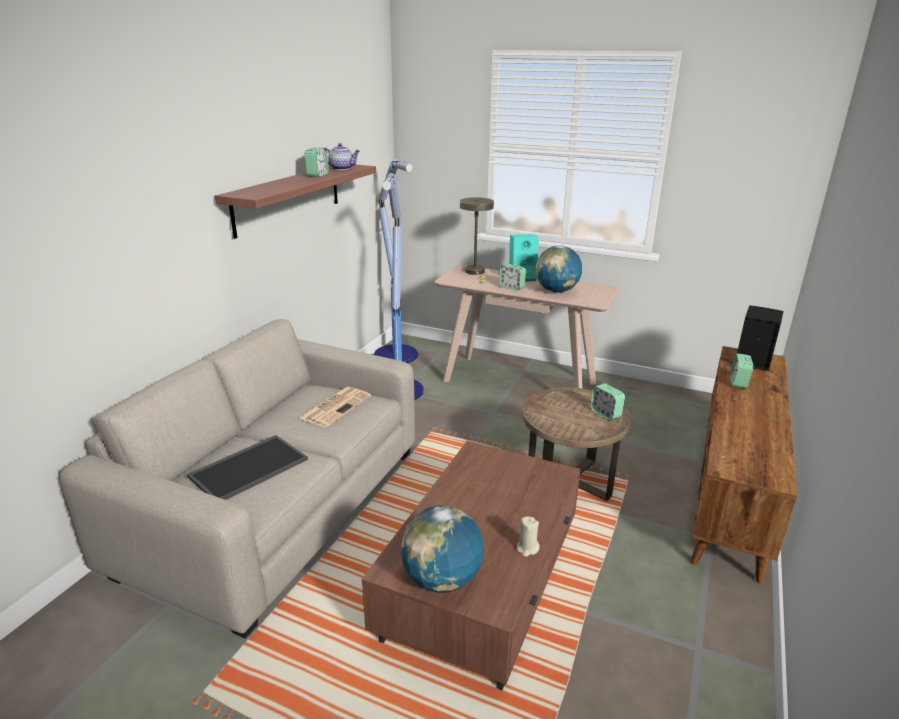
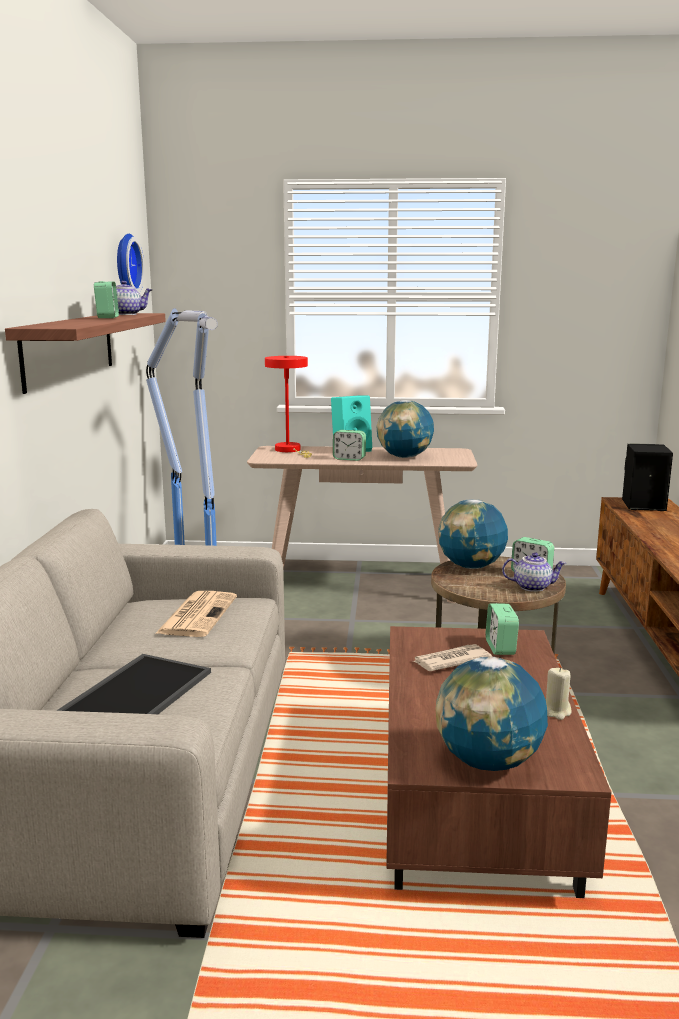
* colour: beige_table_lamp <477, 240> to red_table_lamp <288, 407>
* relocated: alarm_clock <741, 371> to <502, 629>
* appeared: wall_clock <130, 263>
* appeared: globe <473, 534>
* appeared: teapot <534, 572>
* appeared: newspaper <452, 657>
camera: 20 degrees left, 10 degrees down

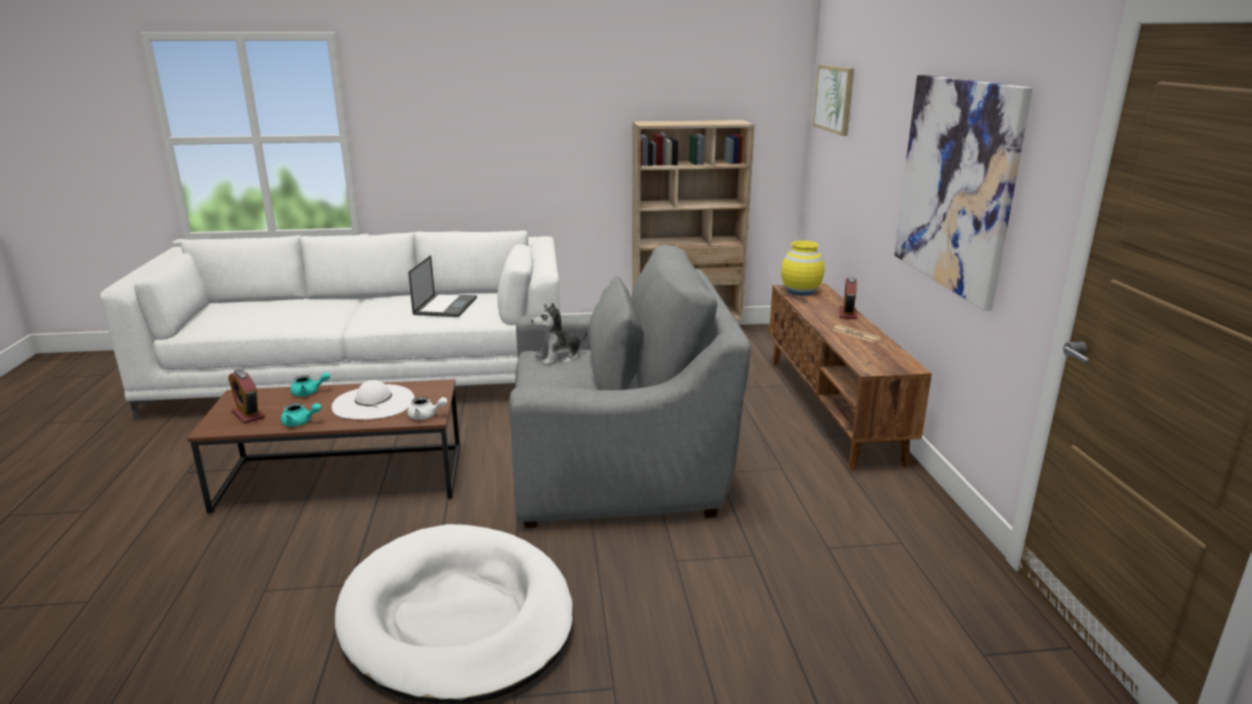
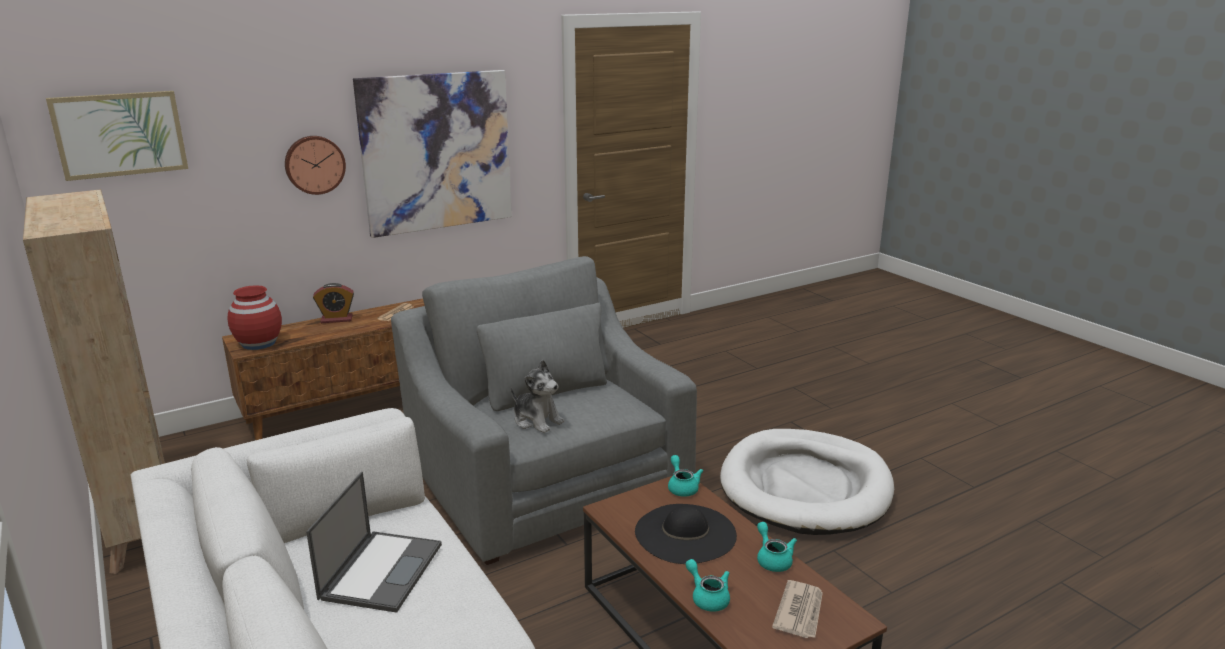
* colour: yellow_vase <803, 268> to red_vase <254, 317>
* spun: laptop <442, 286> = <374, 542> 120 degrees clockwise
* exchanged: alarm_clock <246, 397> to newspaper <797, 609>
* colour: white_hat <373, 399> to black_hat <686, 534>
* colour: white_teapot <428, 408> to turquoise_teapot <685, 476>
* appeared: wall_clock <315, 165>
camera: 115 degrees left, 0 degrees up

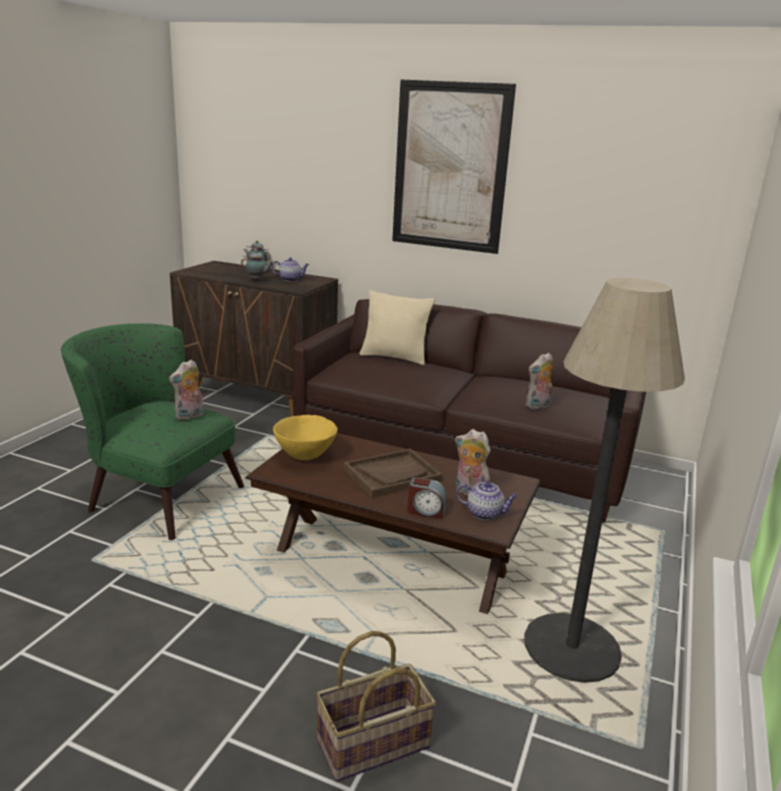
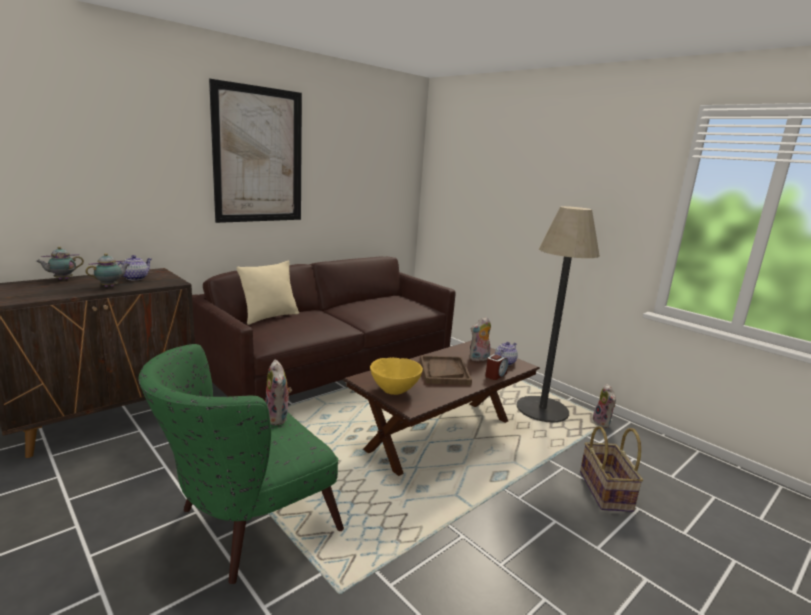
* relocated: plush_toy <539, 381> to <604, 406>
camera: 65 degrees left, 5 degrees down

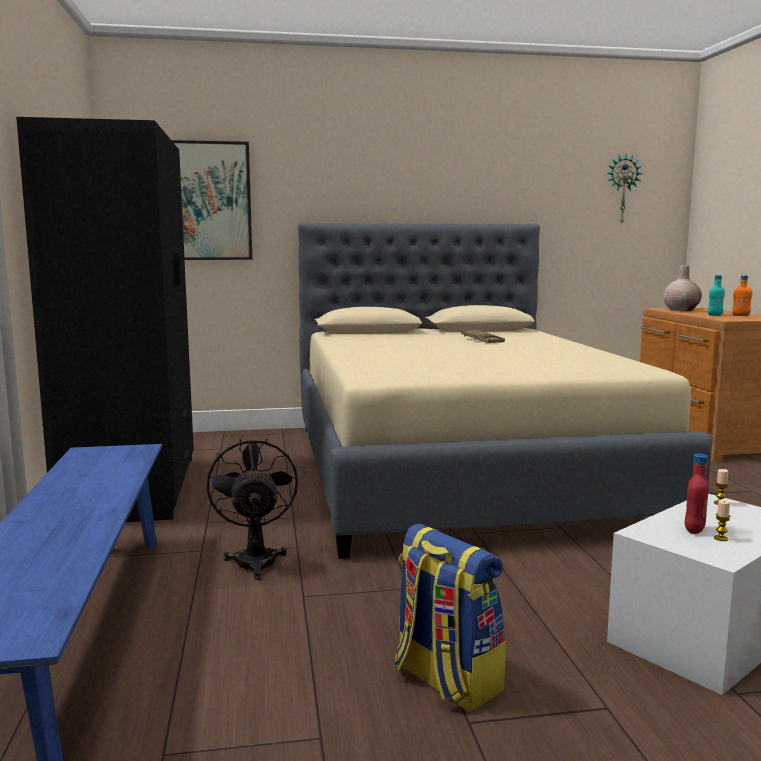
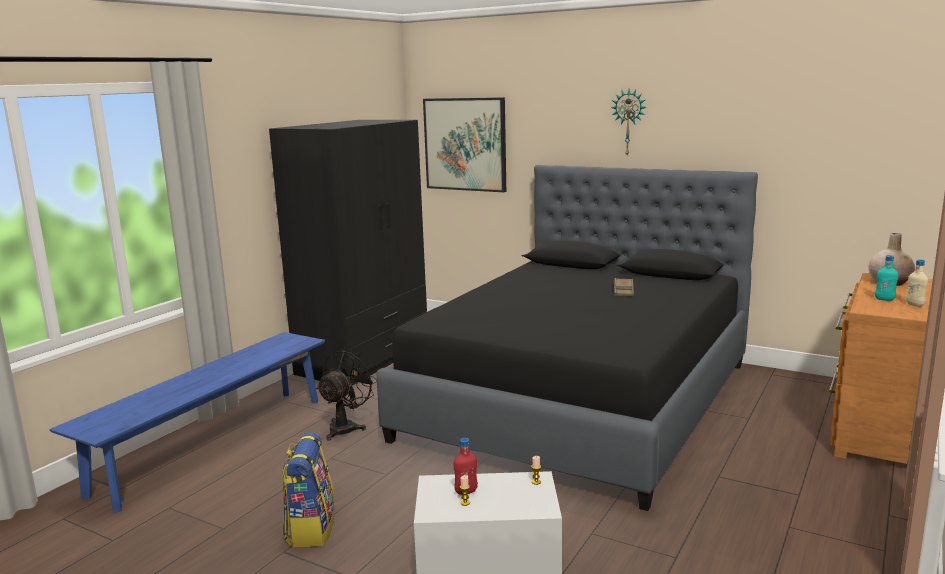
* relocated: wall_clock <624, 188> to <629, 122>
* colour: beige_bed <505, 391> to black_bed <567, 338>
* colour: orange_bottle <742, 295> to beige_bottle <917, 283>
camera: 40 degrees right, 5 degrees up

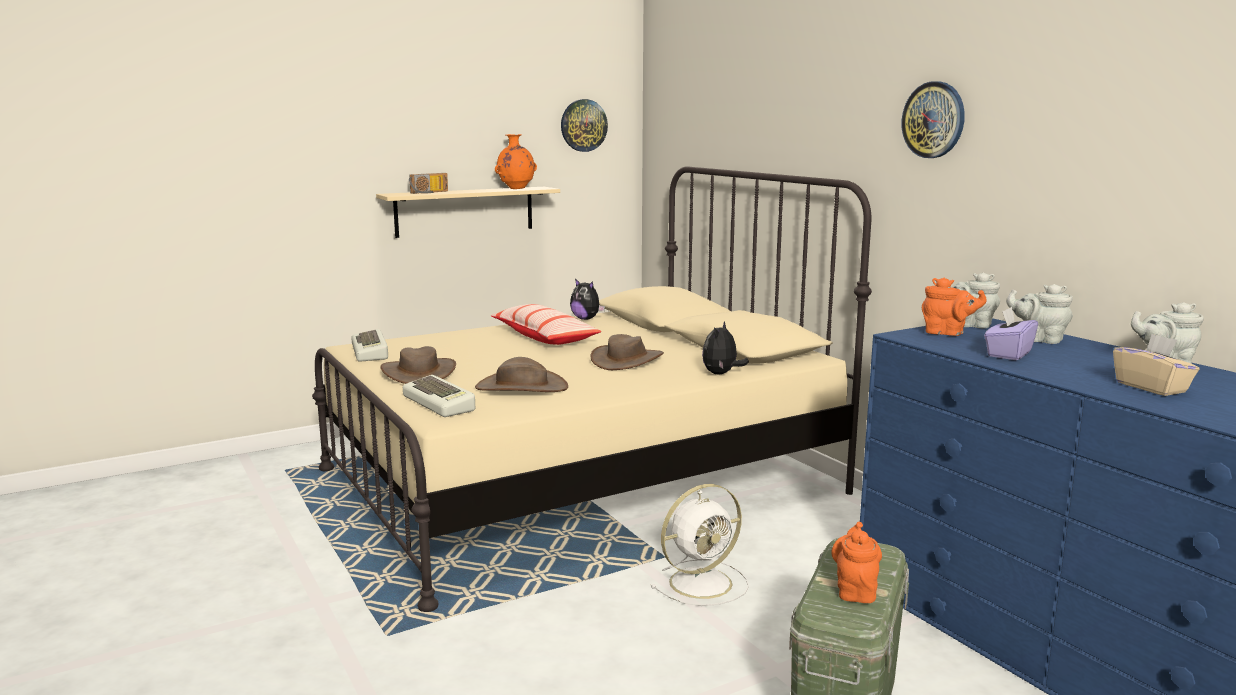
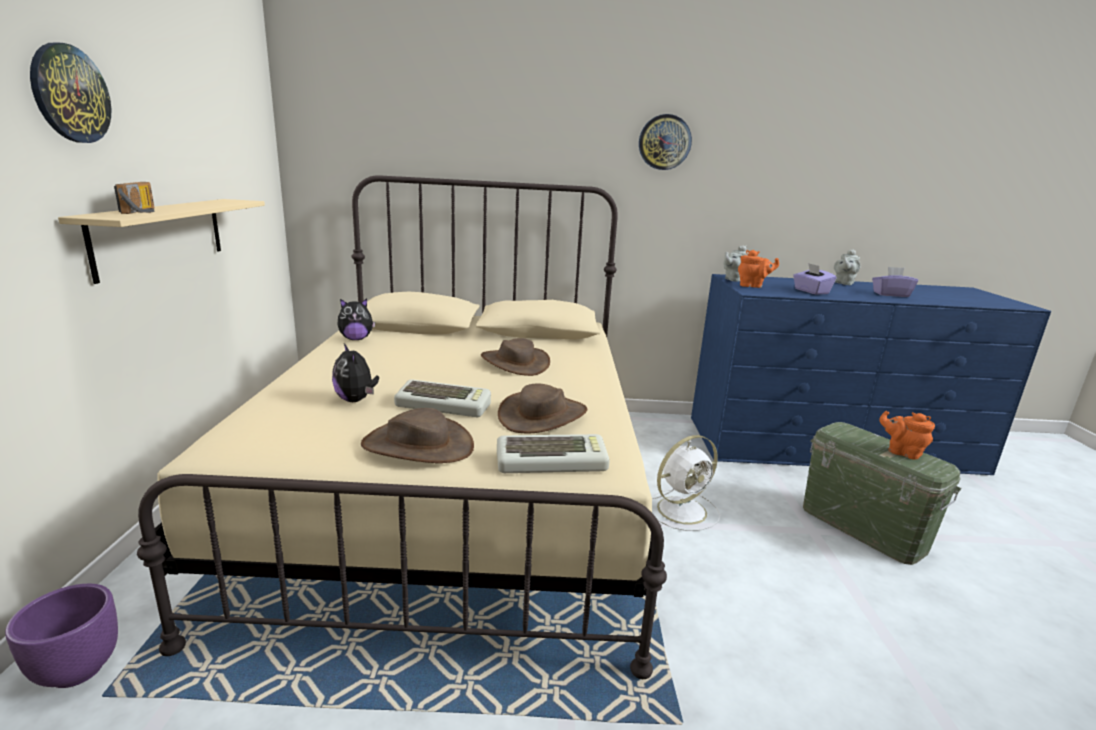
* relocated: wall_clock <584, 125> to <70, 92>
* missing: orange_vase <516, 161>
* spun: orange_teapot <954, 307> = <758, 269> 45 degrees clockwise
* missing: grey_teapot <1039, 314>
* missing: pillow <546, 324>
* relocated: plush_toy <725, 347> to <355, 372>
* relocated: keyboard <369, 345> to <442, 398>
* colour: beige_tissue_box <1156, 365> to purple_tissue_box <895, 282>
* spun: white_fan <700, 545> = <686, 483> 60 degrees clockwise
* appeared: purple_planter <61, 636>
camera: 60 degrees left, 5 degrees up

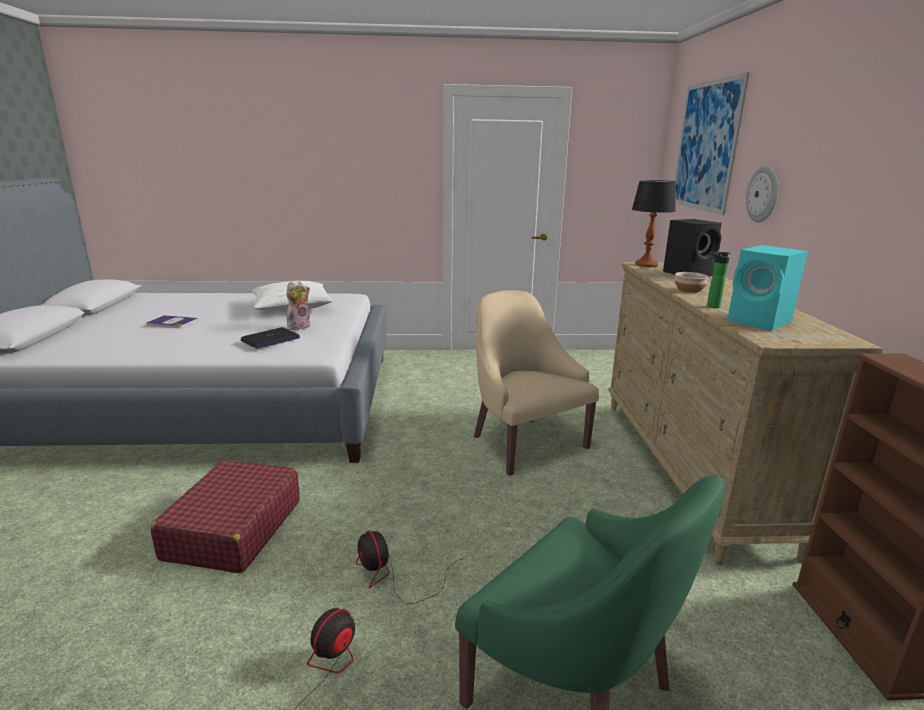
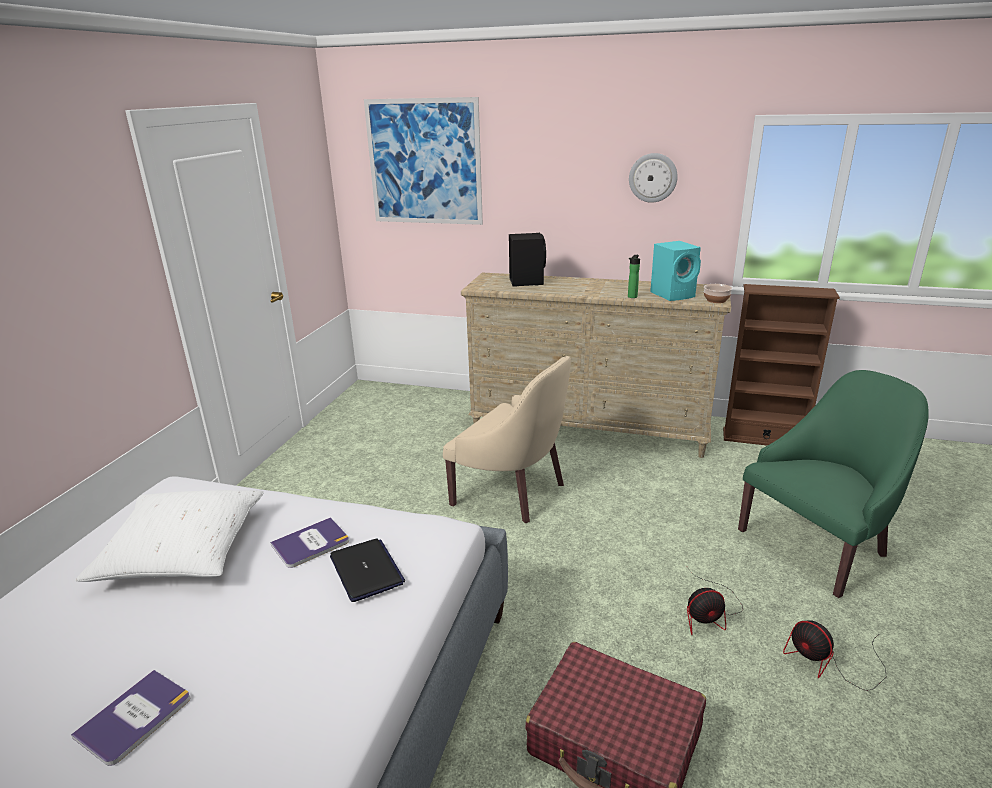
* relocated: wall_clock <762, 194> to <653, 178>
* missing: table_lamp <654, 223>
* relocated: bowl <692, 282> to <718, 293>
* exchanged: plush_toy <298, 305> to book <309, 542>
* spun: beige_armchair <536, 383> = <507, 439> 135 degrees counterclockwise
camera: 70 degrees left, 5 degrees up

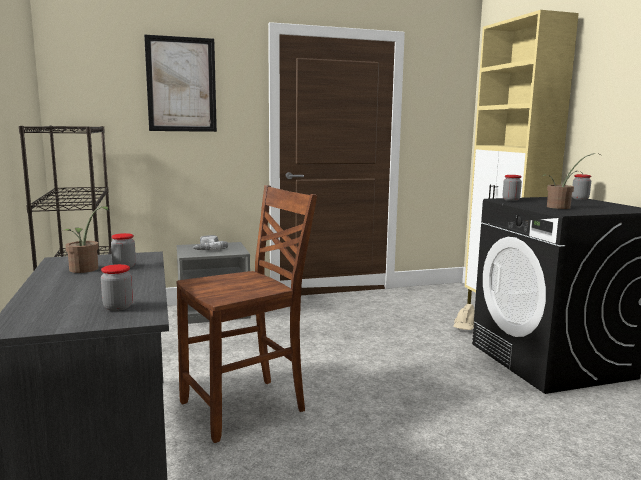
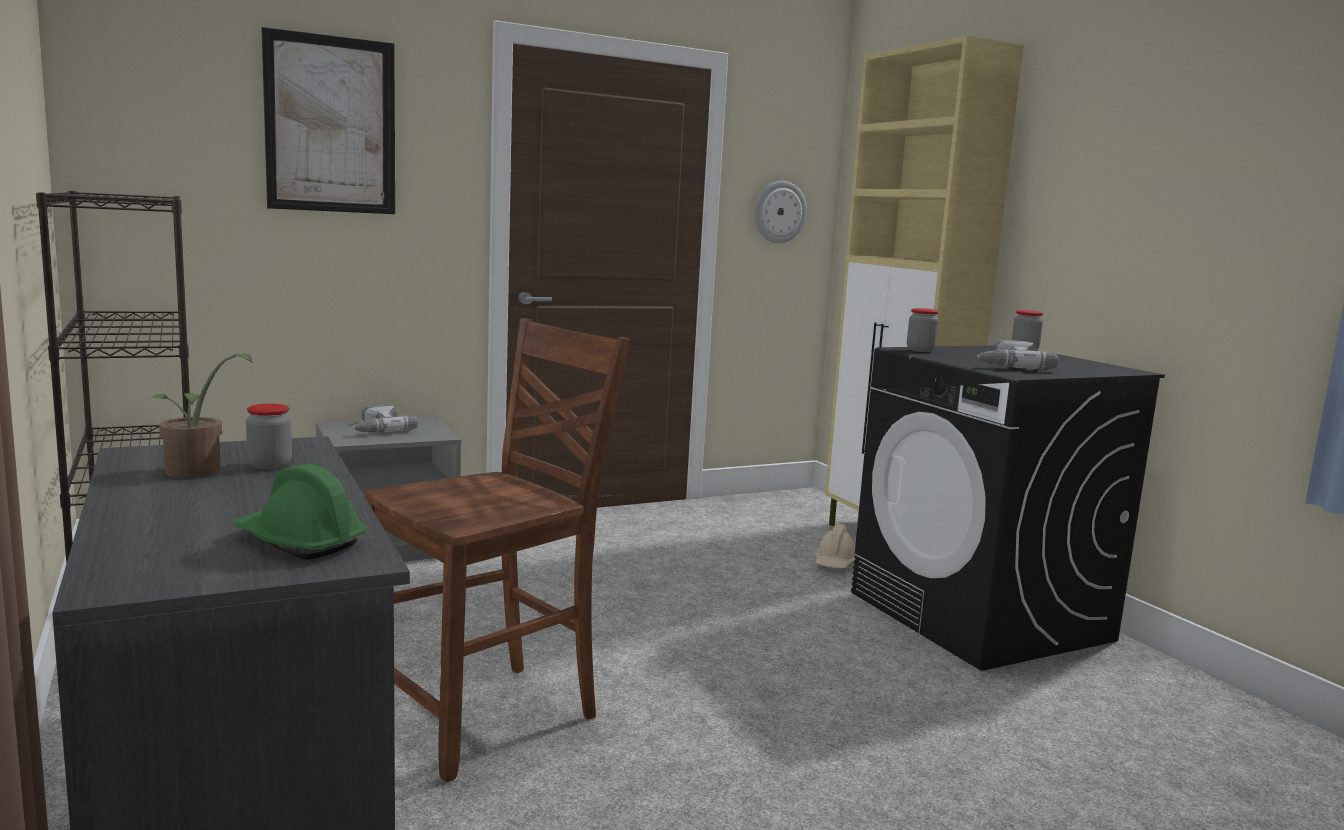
* exchanged: potted_plant <572, 181> to power_drill <1018, 354>
* exchanged: jar <117, 287> to green_hard_hat <300, 512>
* appeared: wall_clock <781, 212>
camera: 10 degrees left, 0 degrees up

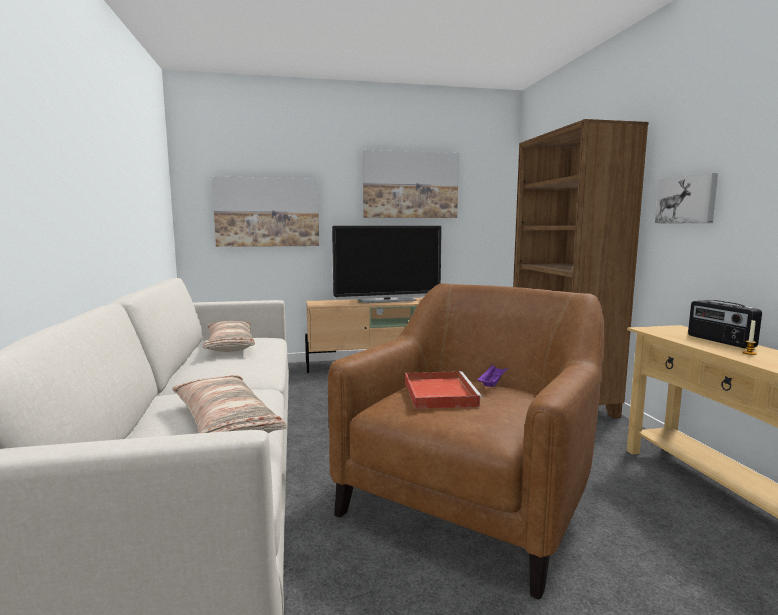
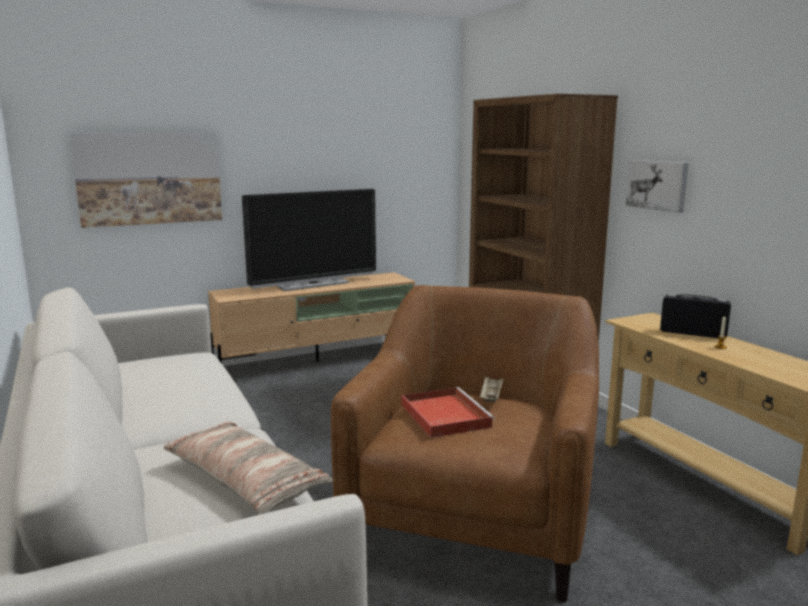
* missing: picture <411, 184>
* spun: radio <725, 324> = <695, 316> 150 degrees clockwise
* missing: pillow <229, 336>
* colour: purple_tray <492, 375> to beige_tray <492, 388>
camera: 15 degrees left, 5 degrees up

